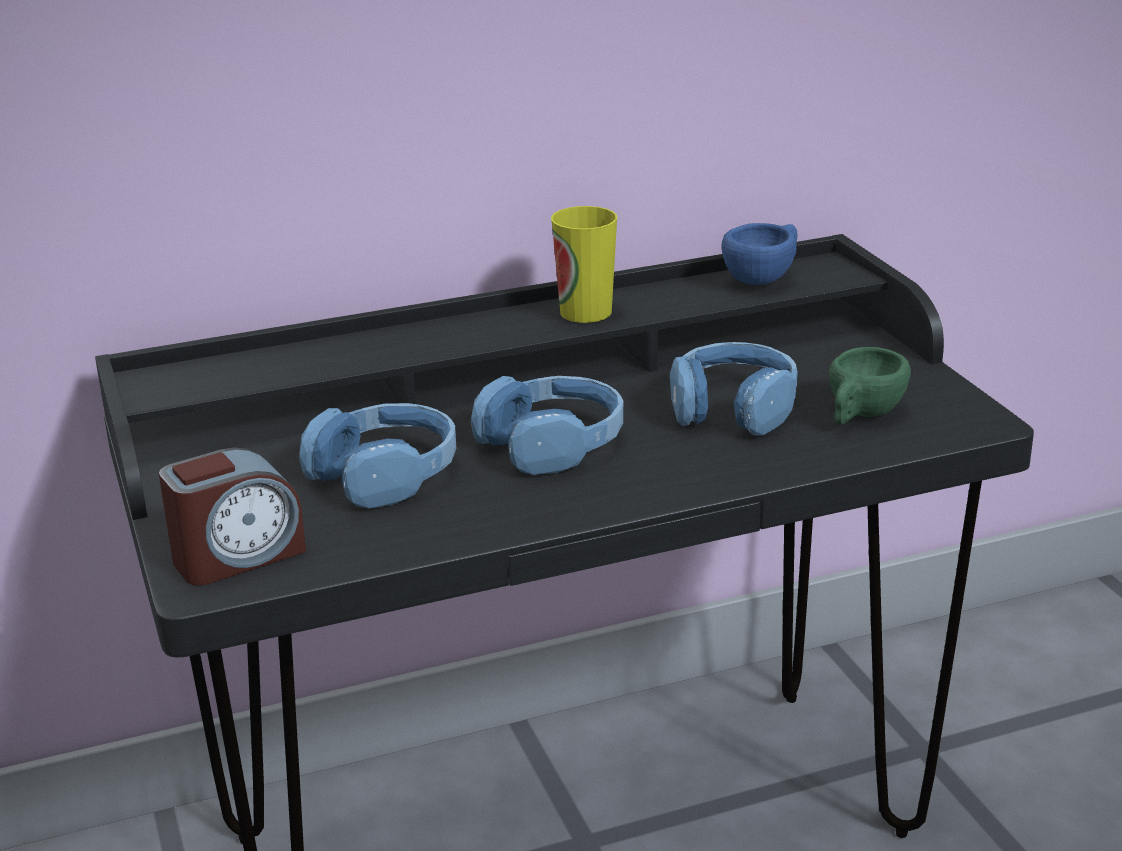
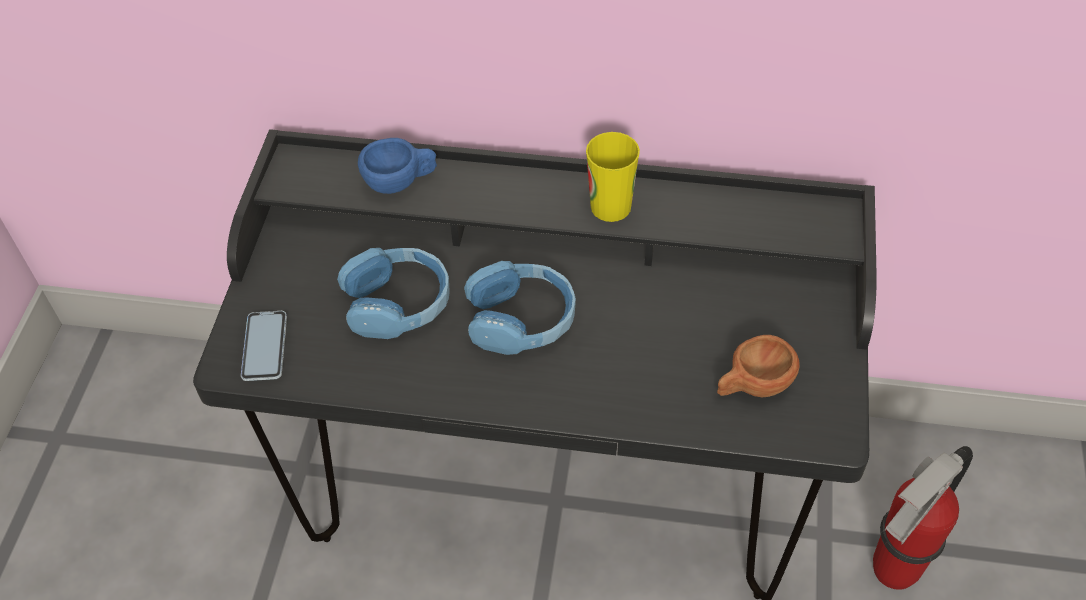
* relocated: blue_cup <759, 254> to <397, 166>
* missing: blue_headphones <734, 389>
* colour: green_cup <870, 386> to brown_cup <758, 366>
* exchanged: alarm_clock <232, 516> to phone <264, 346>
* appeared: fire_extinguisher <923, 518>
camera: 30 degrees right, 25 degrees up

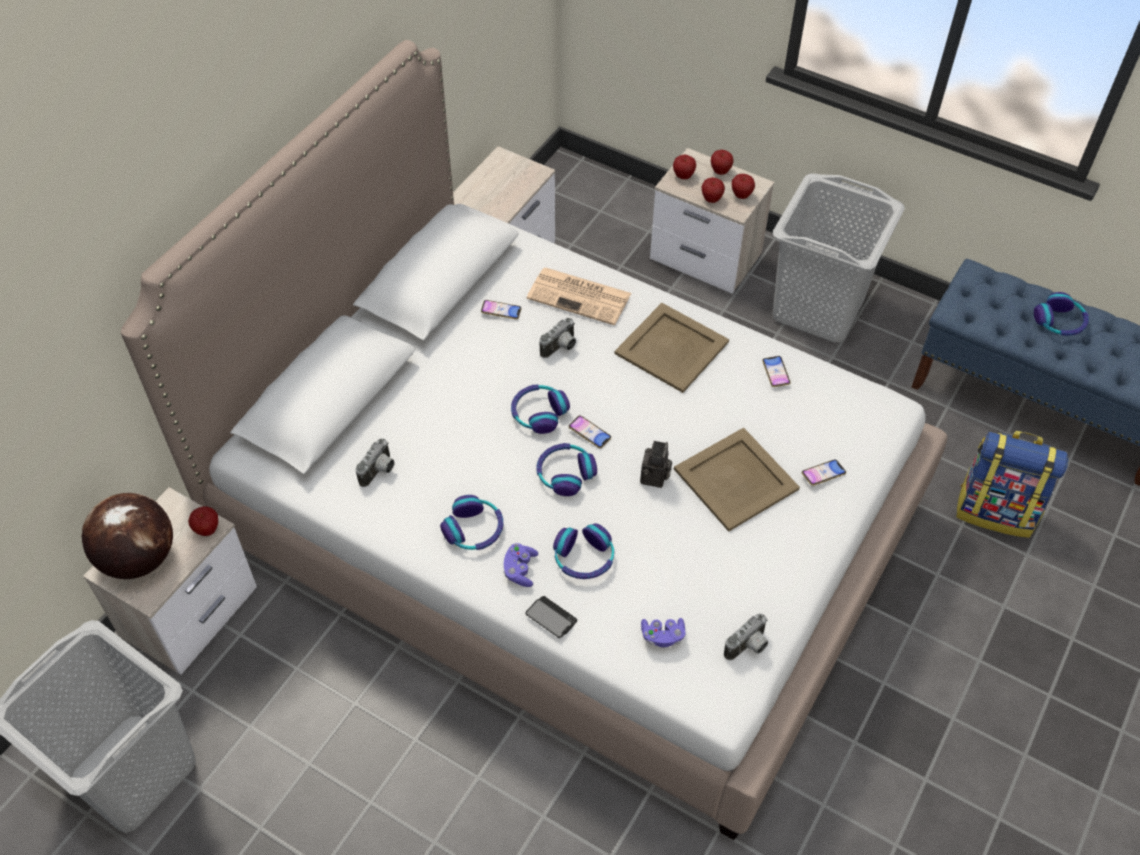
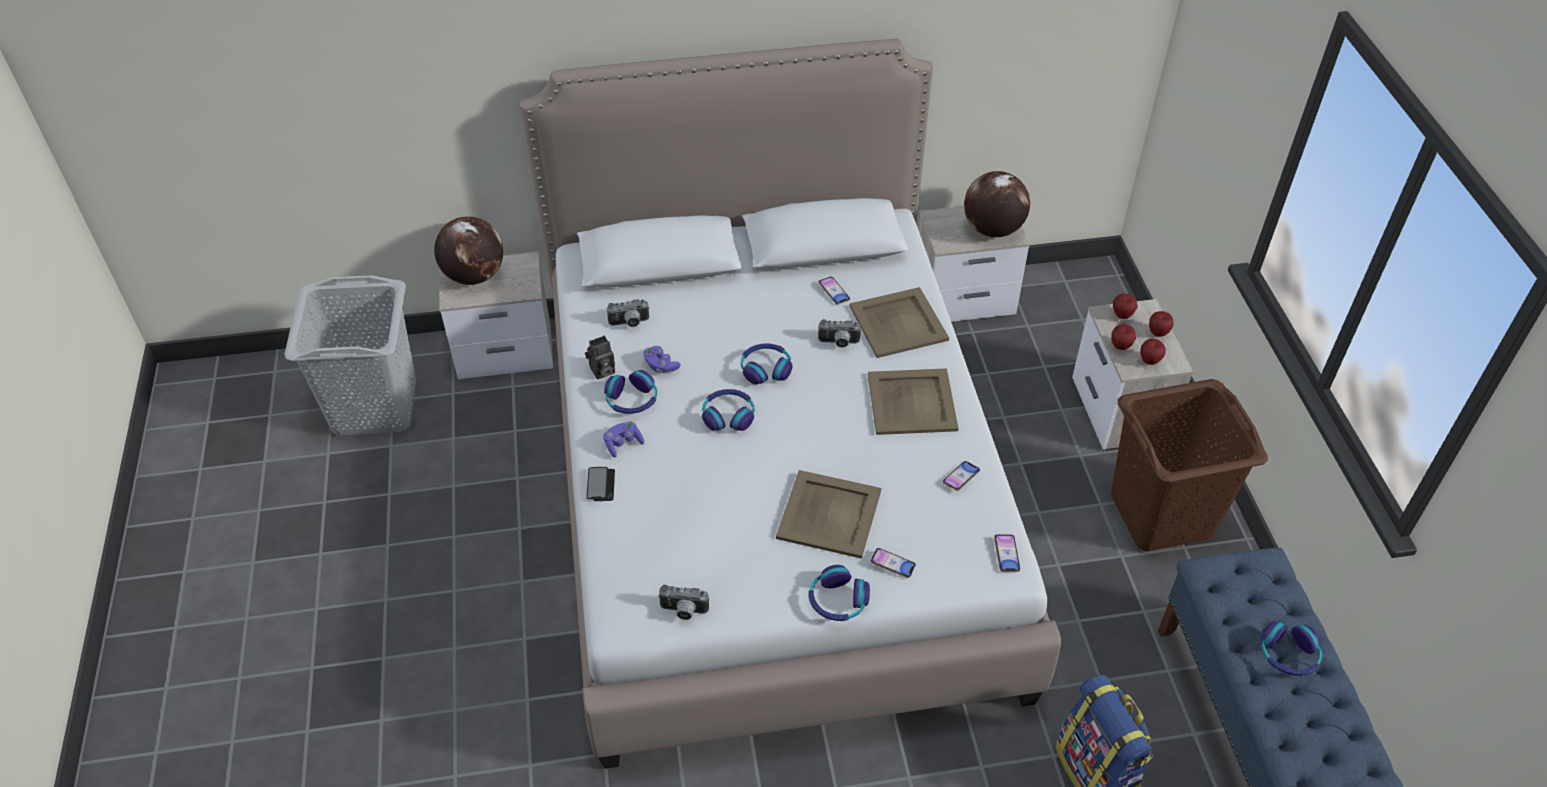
* colour: grey_laundry_basket <839, 258> to brown_laundry_basket <1189, 465>
* exchanged: newspaper <579, 296> to beige_tray <899, 322>
* relocated: phone <590, 432> to <1007, 553>
* relocated: photo_camera <656, 464> to <600, 357>
* missing: apple <203, 521>
* relocated: headphones <583, 551> to <839, 593>
* relocated: purple_game_controller <663, 632> to <661, 359>
* appeared: globe <997, 204>
camera: 50 degrees right, 5 degrees down

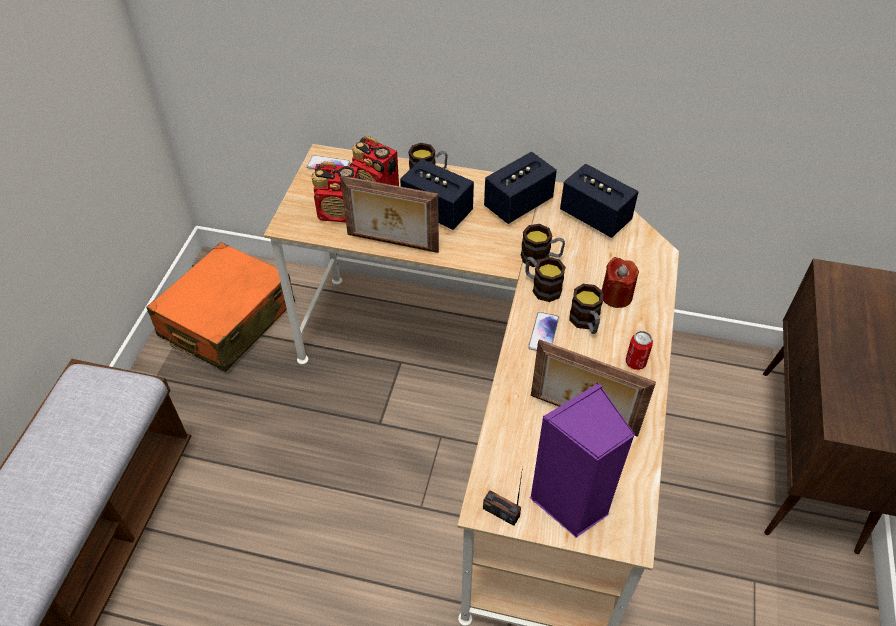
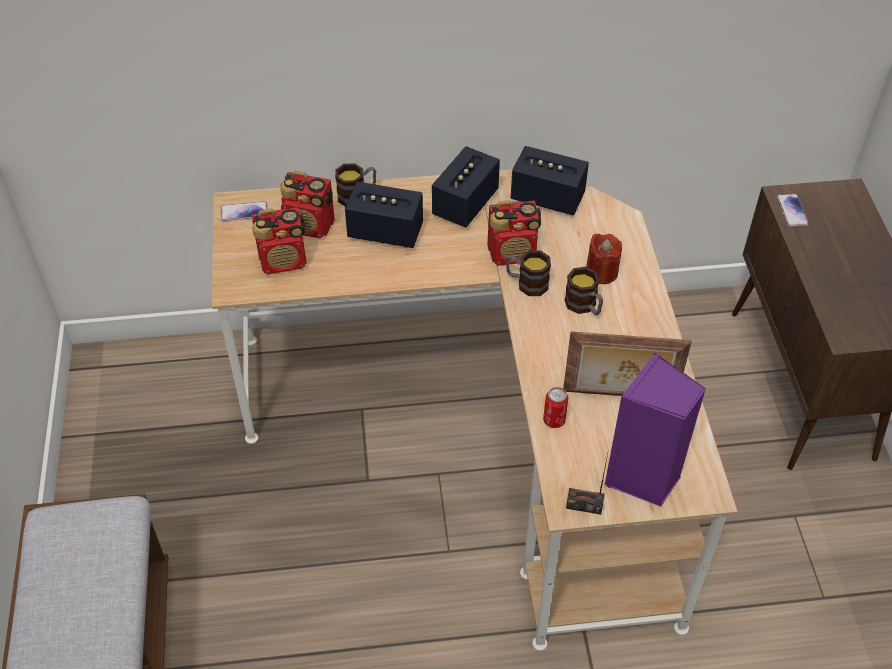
* missing: picture_frame <389, 214>
* exchanged: mug <543, 245> to radio <514, 233>
* missing: orange_suitcase <220, 307>
* relocated: phone <543, 331> to <793, 210>
* relocated: can <639, 350> to <555, 407>
camera: 20 degrees left, 0 degrees up

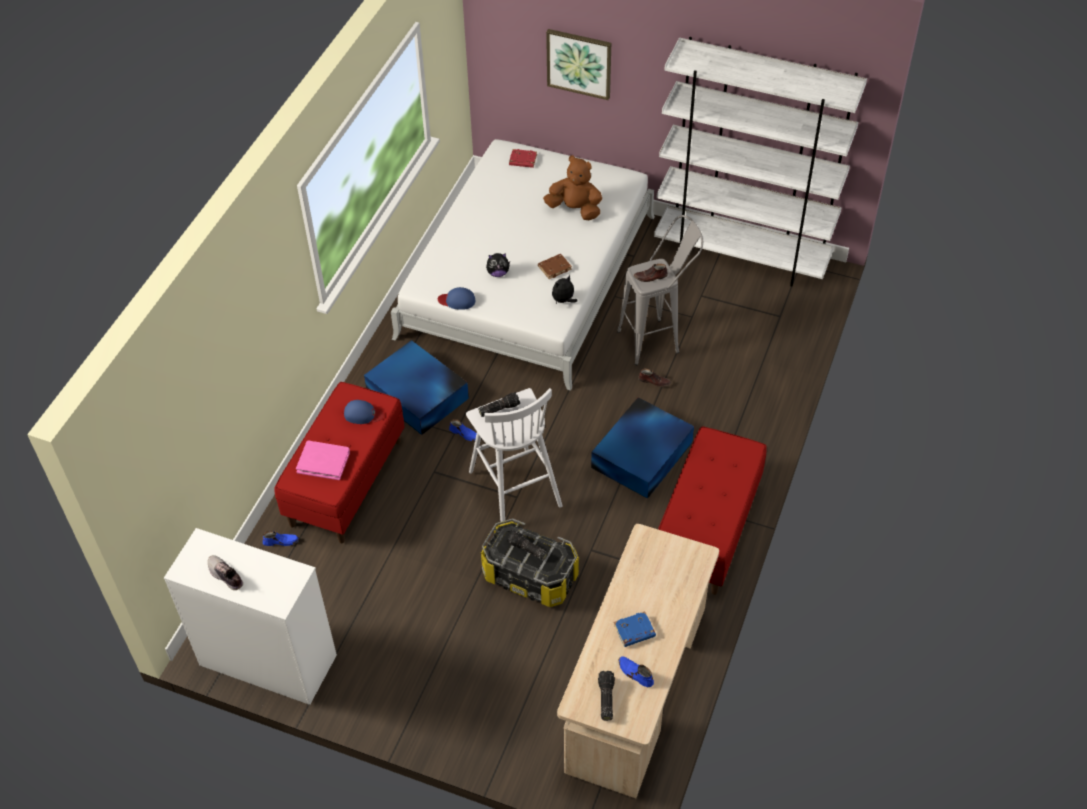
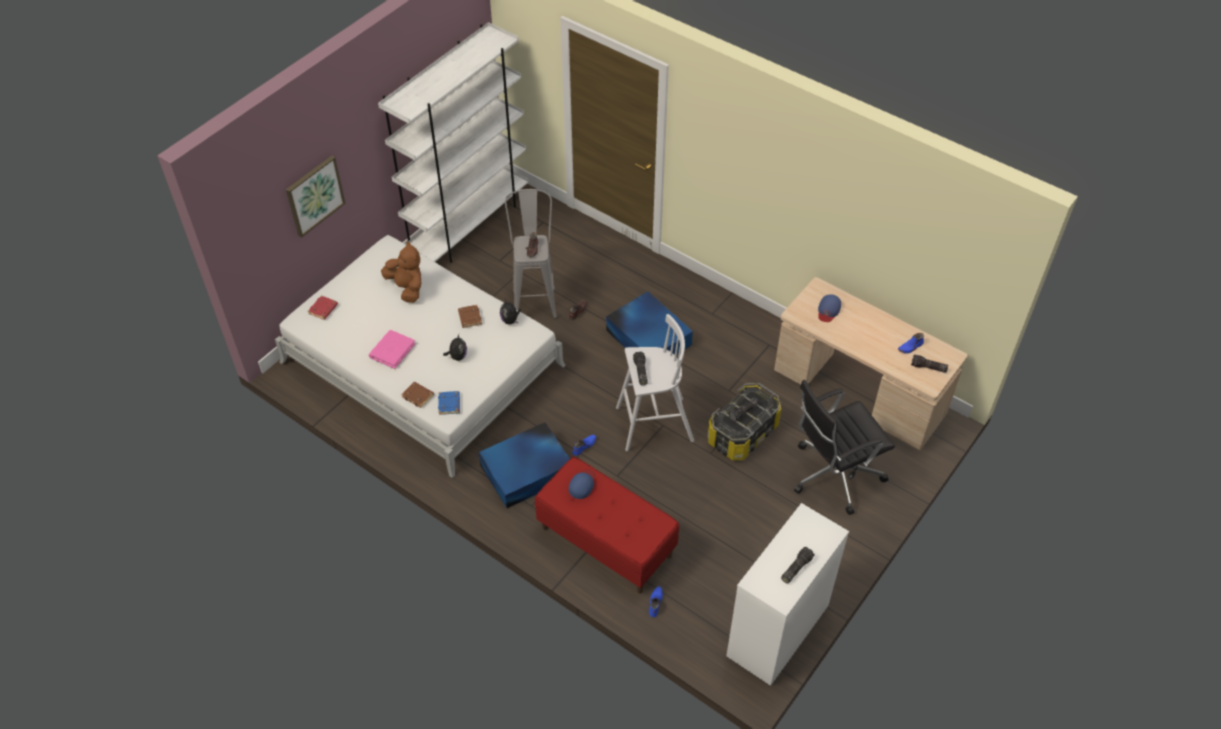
* spun: brown_plush_toy <572, 188> = <401, 272> 105 degrees clockwise
* relocated: blue_cap <456, 298> to <829, 308>
* missing: red_bench <712, 510>
* relocated: pink_book <323, 460> to <392, 349>
* exchanged: shoe <225, 572> to flashlight <797, 565>
* relocated: blue_book <635, 629> to <449, 403>
* appeared: black_office_chair <844, 447>
* appeared: brown_book <417, 395>
camera: 75 degrees left, 0 degrees up

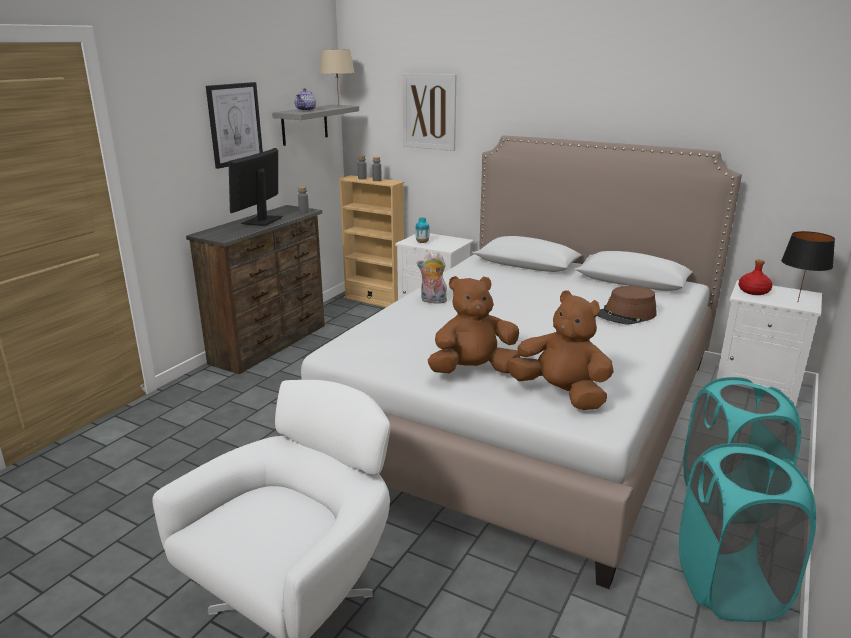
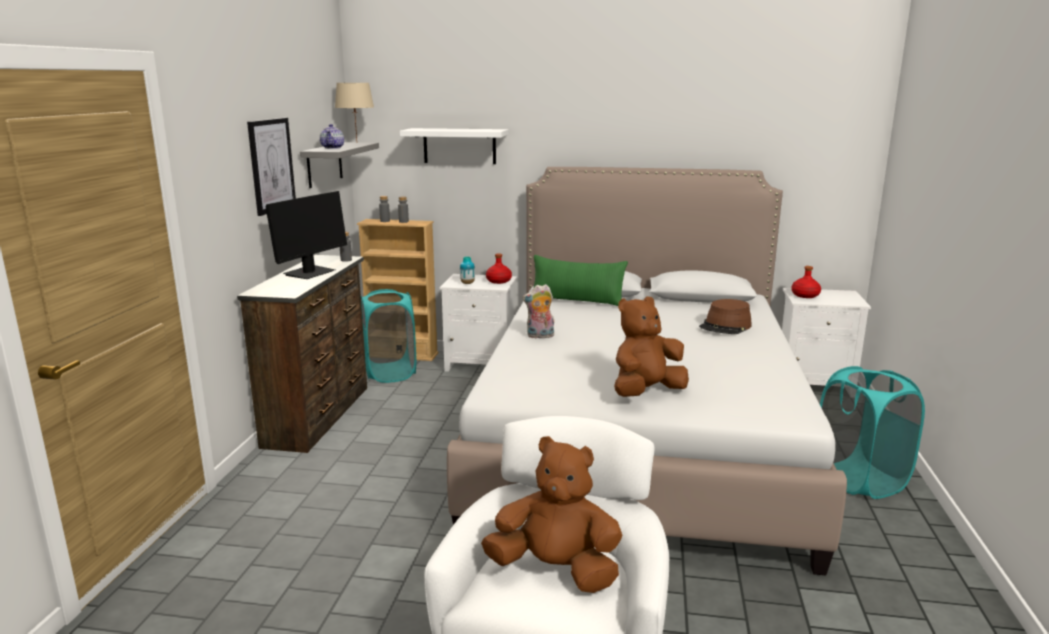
* exchanged: picture <429, 112> to white_shelf <454, 146>
* spun: monitor <255, 187> = <306, 235> 150 degrees counterclockwise
* missing: black_table_lamp <808, 266>
* relocated: brown_plush_toy <560, 350> to <551, 514>
* relocated: turquoise_laundry_basket <747, 532> to <388, 336>
* appeared: red_bottle <499, 268>
* appeared: green_pillow <581, 280>
camera: 20 degrees left, 5 degrees down

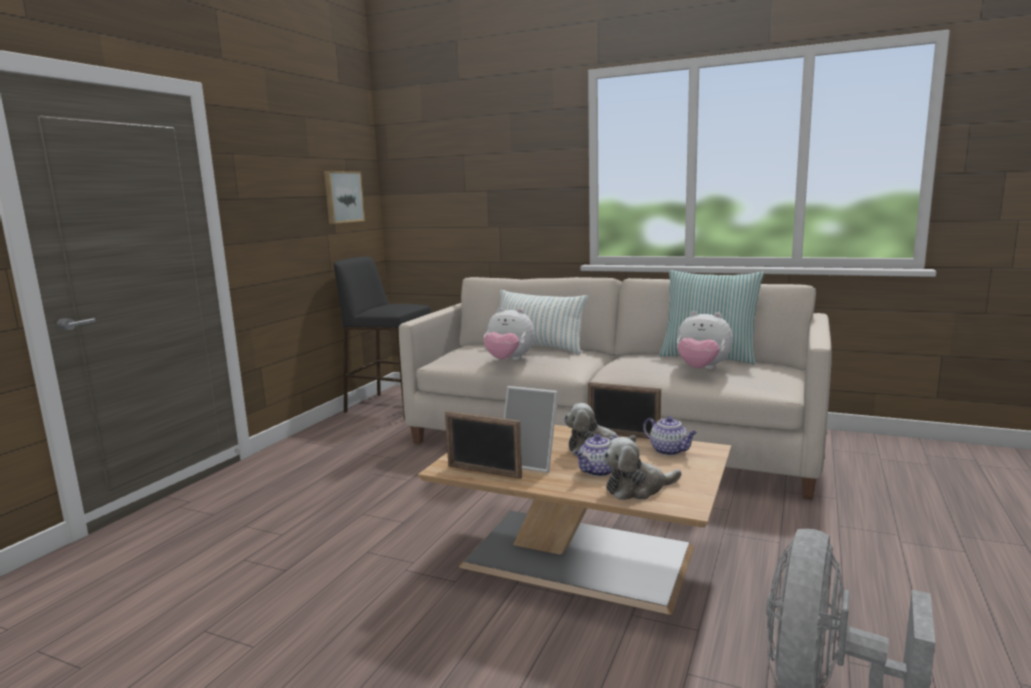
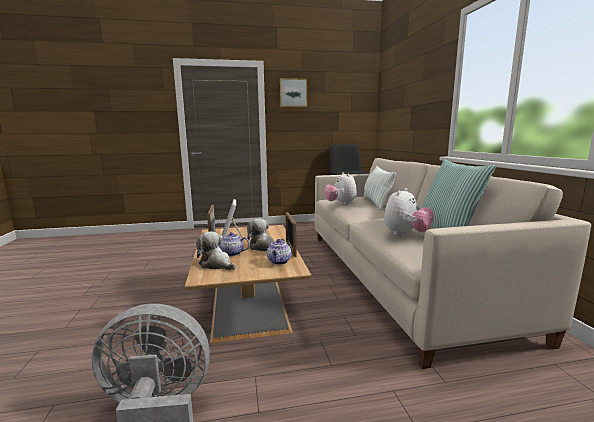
* relocated: picture <344, 197> to <293, 92>
* spun: plush_toy <705, 340> = <409, 212> 135 degrees counterclockwise
camera: 55 degrees right, 0 degrees up

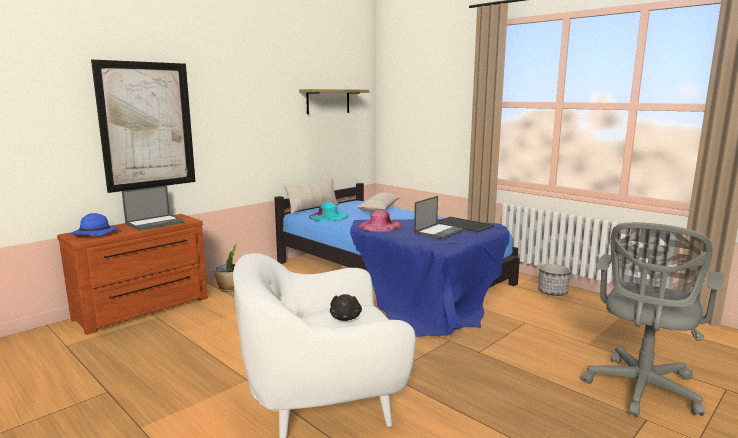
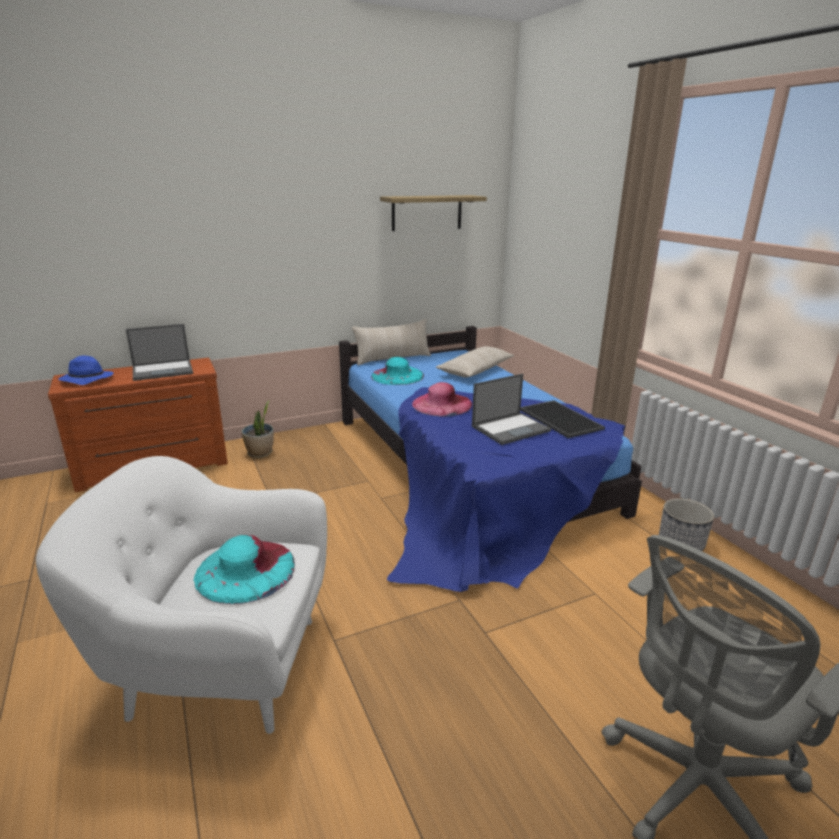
* missing: picture <143, 126>
* exchanged: black_plush_toy <346, 307> to turquoise_hat <244, 569>
camera: 20 degrees right, 10 degrees up

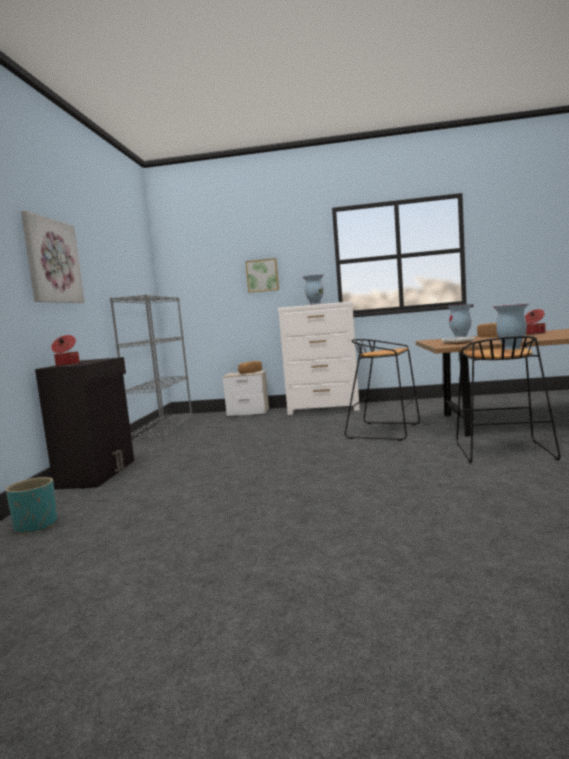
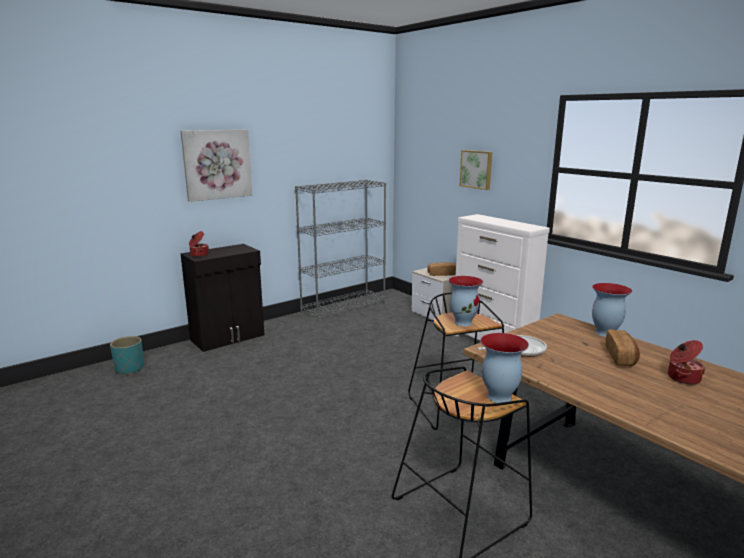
* relocated: vase <313, 290> to <466, 301>
camera: 45 degrees right, 10 degrees up

